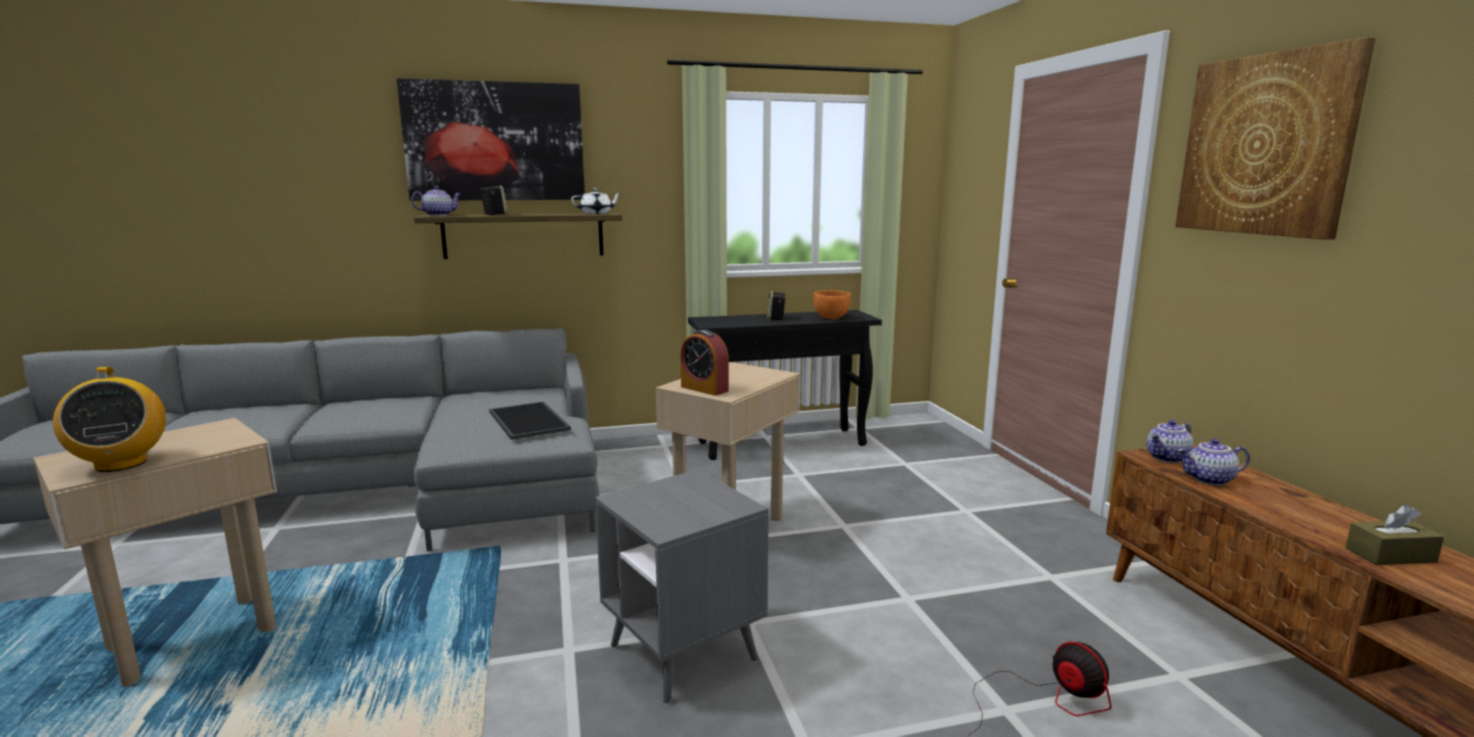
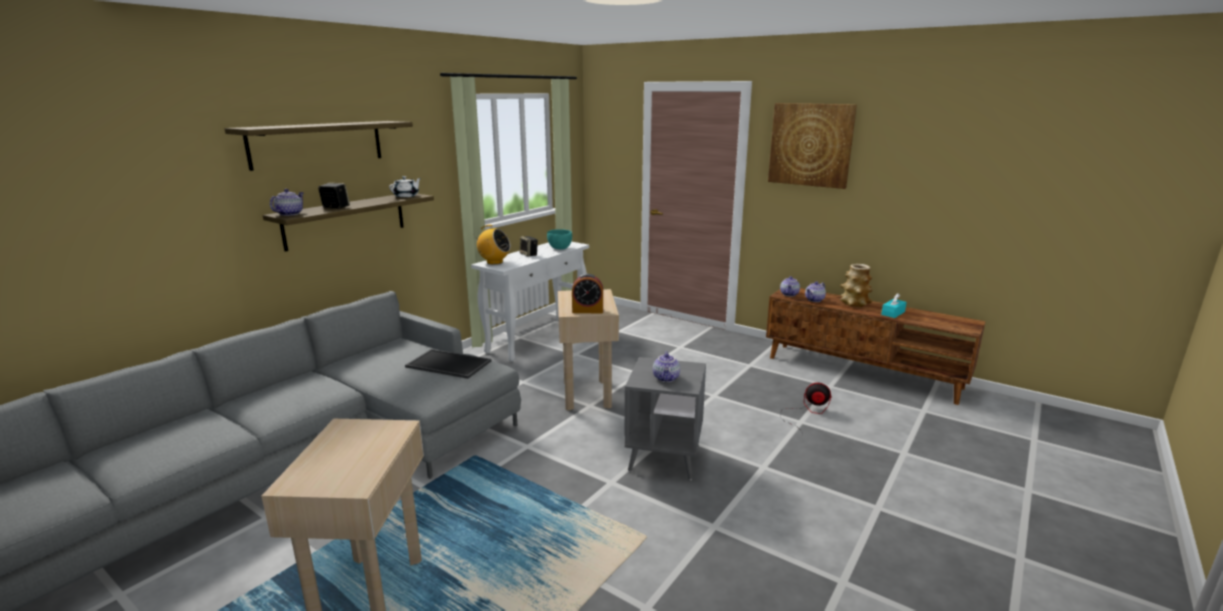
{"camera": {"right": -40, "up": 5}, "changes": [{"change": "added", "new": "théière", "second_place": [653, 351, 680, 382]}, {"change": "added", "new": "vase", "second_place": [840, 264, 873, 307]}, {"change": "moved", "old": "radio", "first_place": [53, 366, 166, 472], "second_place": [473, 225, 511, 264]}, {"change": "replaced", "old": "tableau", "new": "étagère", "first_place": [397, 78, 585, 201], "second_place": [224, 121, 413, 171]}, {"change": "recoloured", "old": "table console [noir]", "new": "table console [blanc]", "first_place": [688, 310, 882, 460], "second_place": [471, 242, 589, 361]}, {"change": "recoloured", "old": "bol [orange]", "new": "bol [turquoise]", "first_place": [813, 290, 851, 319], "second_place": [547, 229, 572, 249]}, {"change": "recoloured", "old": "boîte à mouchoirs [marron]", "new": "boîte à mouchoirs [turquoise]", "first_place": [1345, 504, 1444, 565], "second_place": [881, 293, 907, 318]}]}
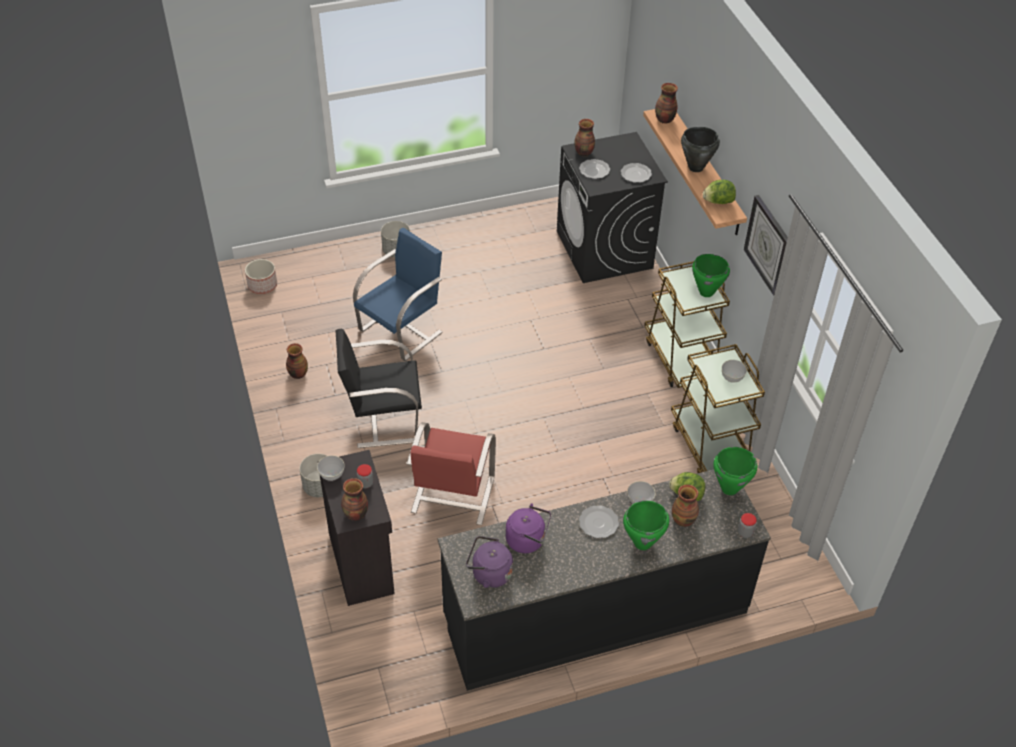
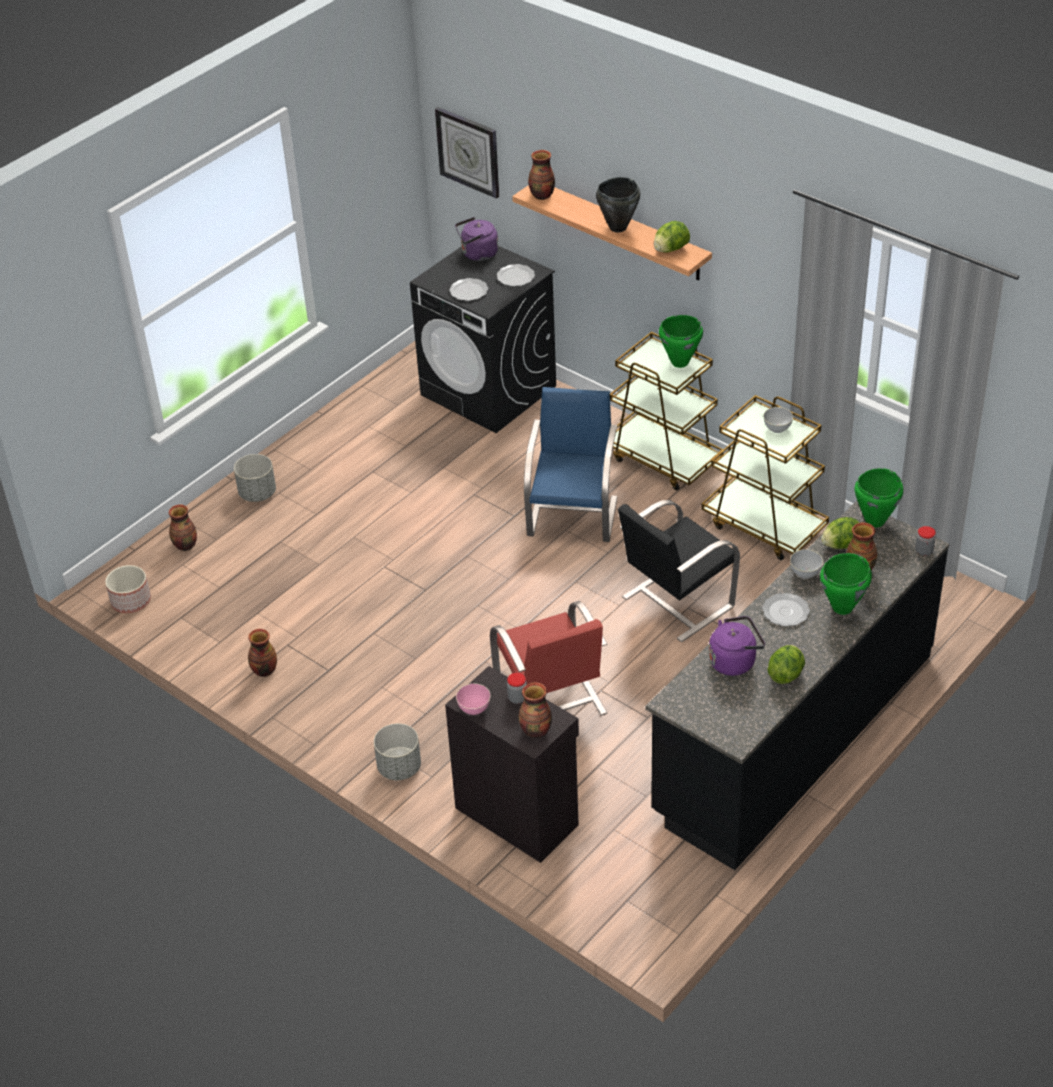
{"camera": {"right": -30, "up": -5}, "changes": [{"change": "added", "new": "laitue", "second_place": [767, 645, 805, 684]}, {"change": "moved", "old": "chaise [noir]", "first_place": [335, 329, 422, 448], "second_place": [618, 500, 740, 642]}, {"change": "moved", "old": "chaise [bleu]", "first_place": [353, 228, 443, 361], "second_place": [524, 387, 618, 542]}, {"change": "moved", "old": "bouilloire [violet]", "first_place": [466, 536, 513, 588], "second_place": [455, 217, 498, 261]}, {"change": "moved", "old": "vase", "first_place": [574, 119, 595, 156], "second_place": [169, 504, 197, 551]}, {"change": "moved", "old": "horloge murale", "first_place": [744, 195, 788, 296], "second_place": [435, 107, 499, 199]}, {"change": "recoloured", "old": "bol [gris]", "new": "bol [rose]", "first_place": [317, 455, 345, 481], "second_place": [456, 684, 491, 715]}]}
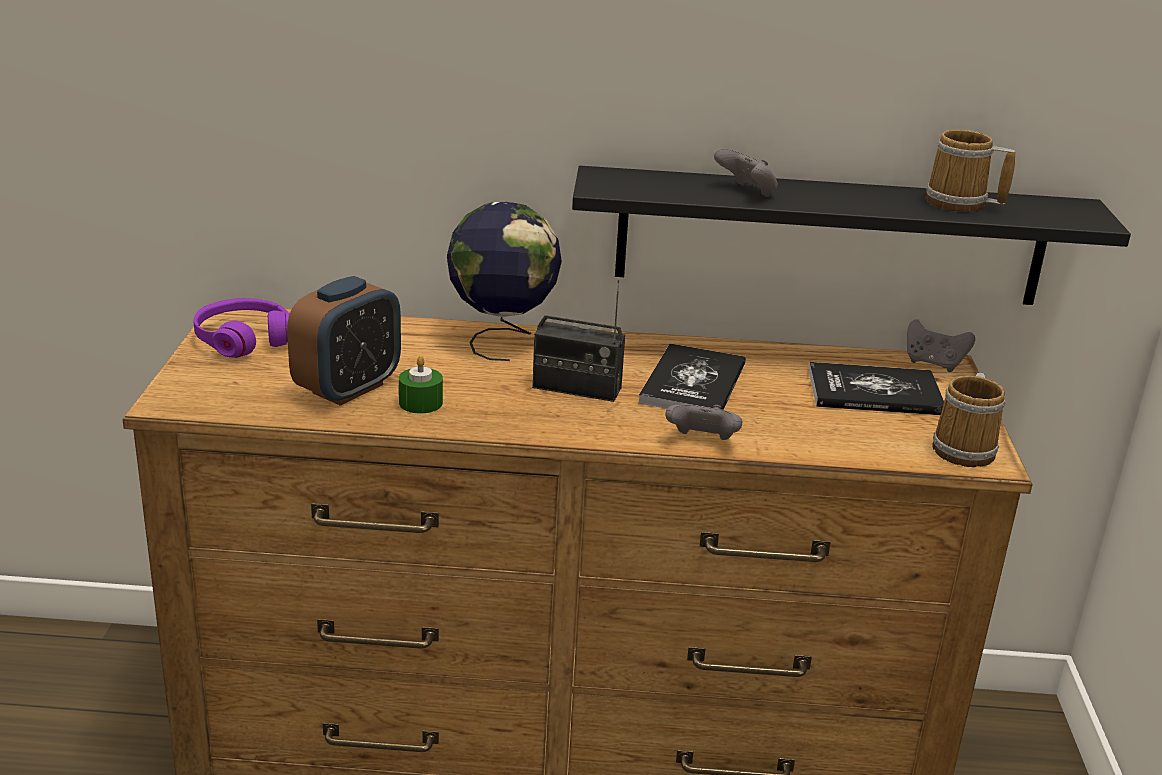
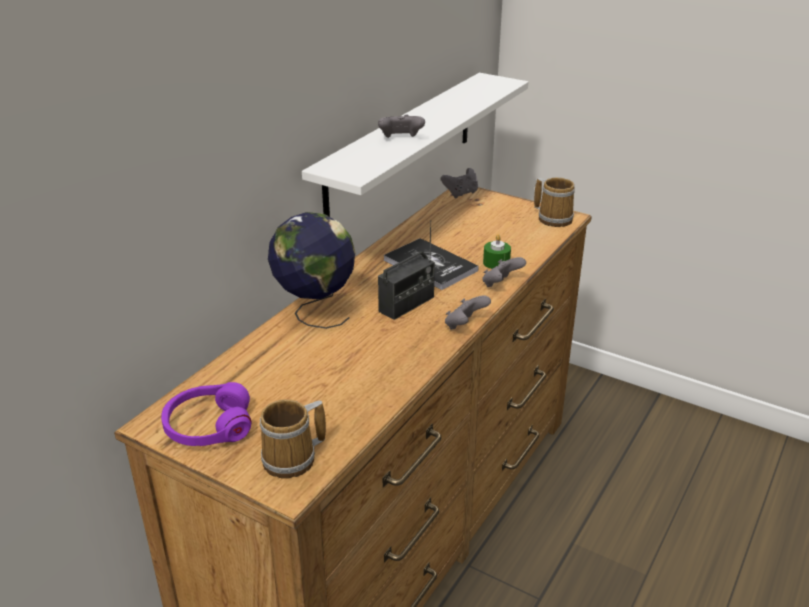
{"camera": {"right": -60, "up": 5}, "changes": [{"change": "removed", "old": "réveil", "first_place": [287, 276, 401, 406]}, {"change": "removed", "old": "livre", "first_place": [808, 362, 944, 415]}, {"change": "added", "new": "manette [gris]", "second_place": [445, 295, 491, 330]}, {"change": "moved", "old": "bougie [vert]", "first_place": [399, 356, 443, 413], "second_place": [483, 234, 511, 269]}, {"change": "moved", "old": "mug", "first_place": [926, 129, 1016, 212], "second_place": [259, 399, 326, 479]}, {"change": "recoloured", "old": "étagère [noir]", "new": "étagère [blanc]", "first_place": [572, 166, 1131, 305], "second_place": [302, 73, 528, 217]}]}
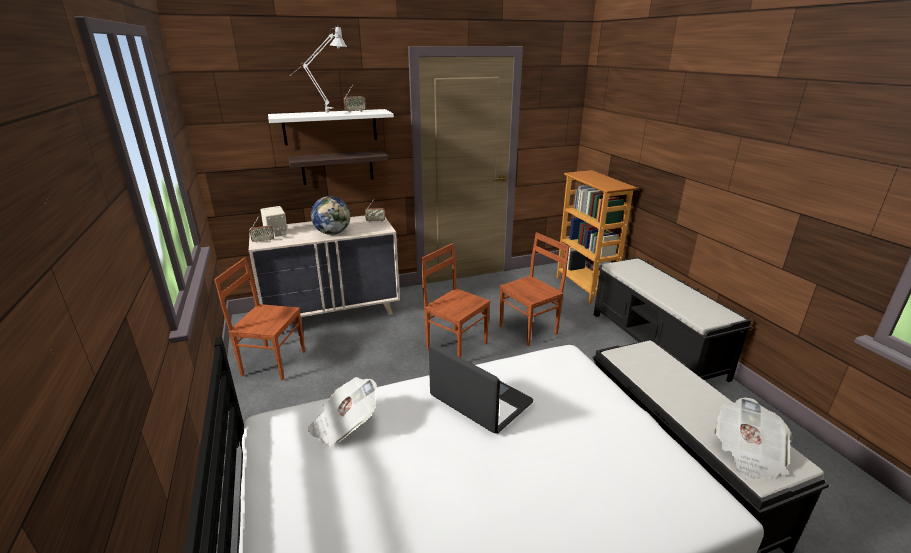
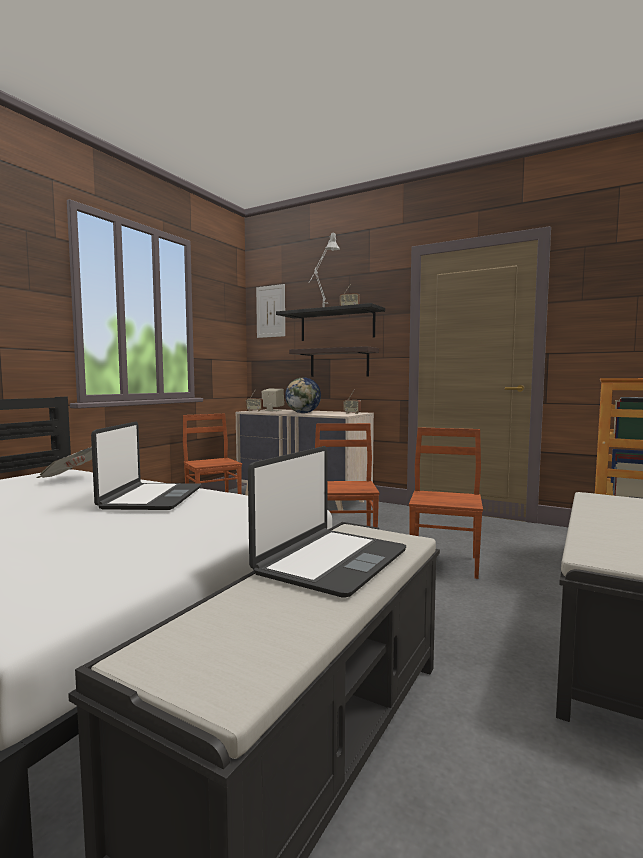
{"camera": {"right": 50, "up": -20}, "changes": [{"change": "removed", "old": "journal", "first_place": [714, 397, 791, 480]}, {"change": "added", "new": "ordinateur portable", "second_place": [248, 446, 406, 598]}, {"change": "added", "new": "tableau", "second_place": [256, 284, 285, 338]}, {"change": "recoloured", "old": "étagère [blanc]", "new": "étagère [noir]", "first_place": [268, 109, 394, 145], "second_place": [276, 303, 385, 341]}, {"change": "turned", "old": "chaise [marron]", "first_place": [499, 232, 569, 346], "second_place": [409, 427, 483, 579], "degrees": -90}]}
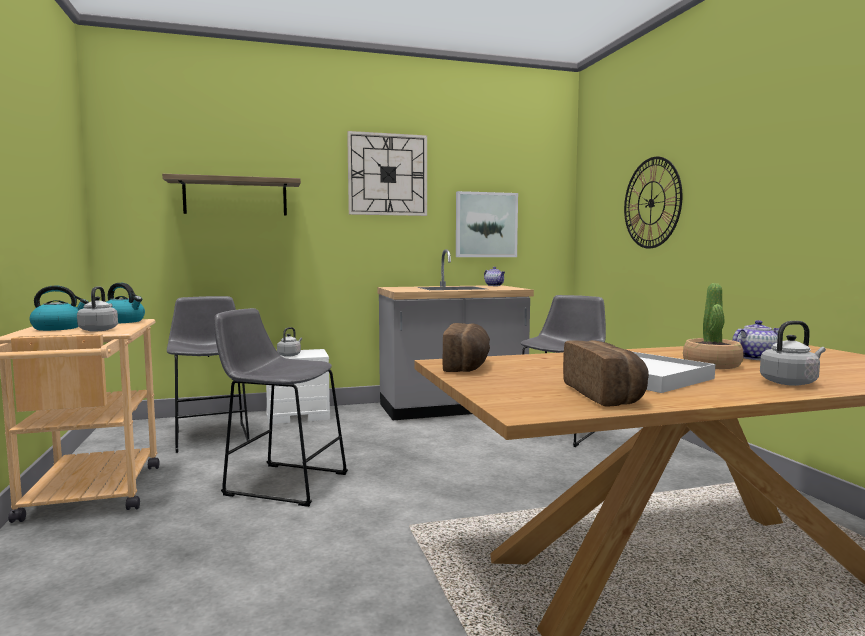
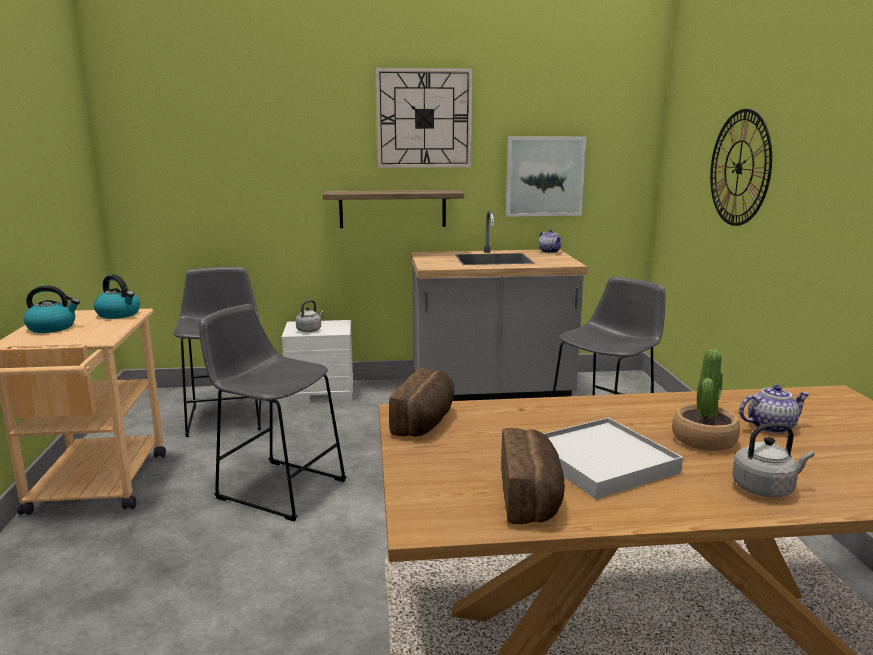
{"camera": {"right": 10, "up": 10}, "changes": [{"change": "removed", "old": "bouilloire [gris]", "first_place": [77, 286, 118, 331]}, {"change": "moved", "old": "étagère", "first_place": [162, 174, 301, 216], "second_place": [323, 190, 464, 228]}]}
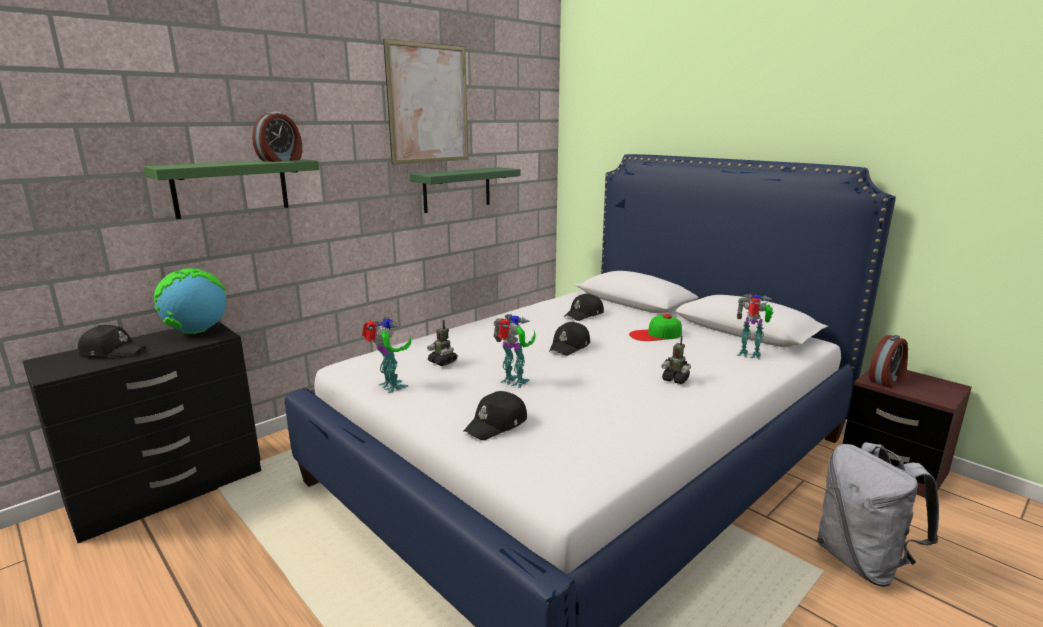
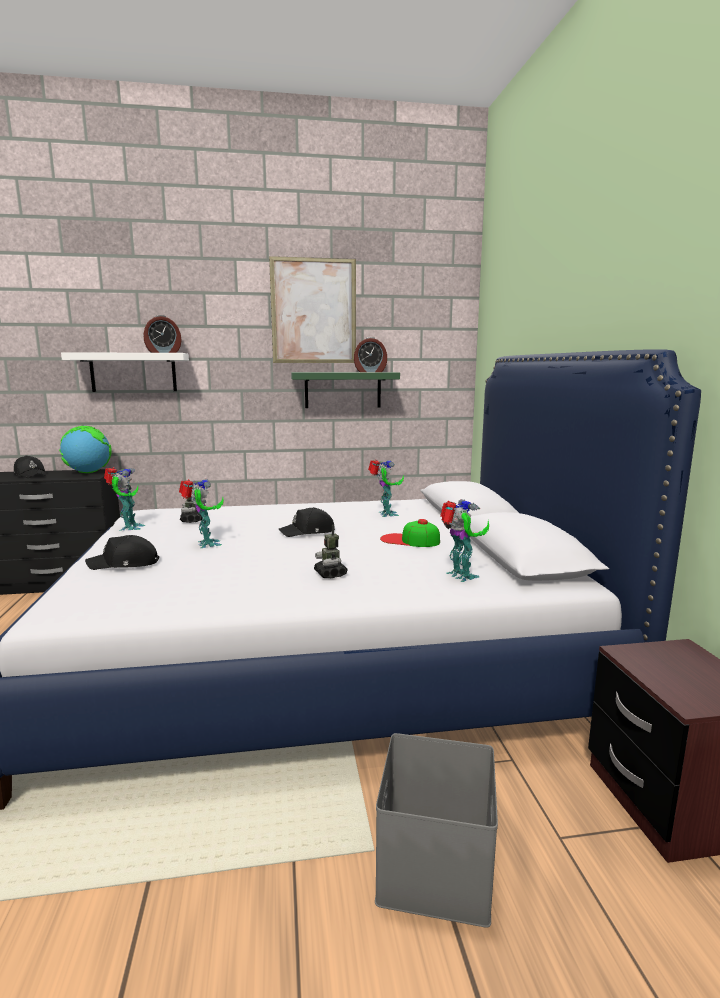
{"camera": {"right": 35, "up": -5}, "changes": [{"change": "moved", "old": "réveil", "first_place": [869, 335, 908, 388], "second_place": [354, 337, 387, 372]}, {"change": "replaced", "old": "casquette [noir]", "new": "robot jouet", "first_place": [564, 293, 604, 321], "second_place": [368, 460, 404, 517]}, {"change": "replaced", "old": "sac à dos [gris]", "new": "boîte de rangement [gris]", "first_place": [817, 442, 939, 587], "second_place": [375, 733, 498, 928]}, {"change": "recoloured", "old": "étagère [vert]", "new": "étagère [blanc]", "first_place": [143, 159, 319, 219], "second_place": [61, 352, 189, 392]}]}
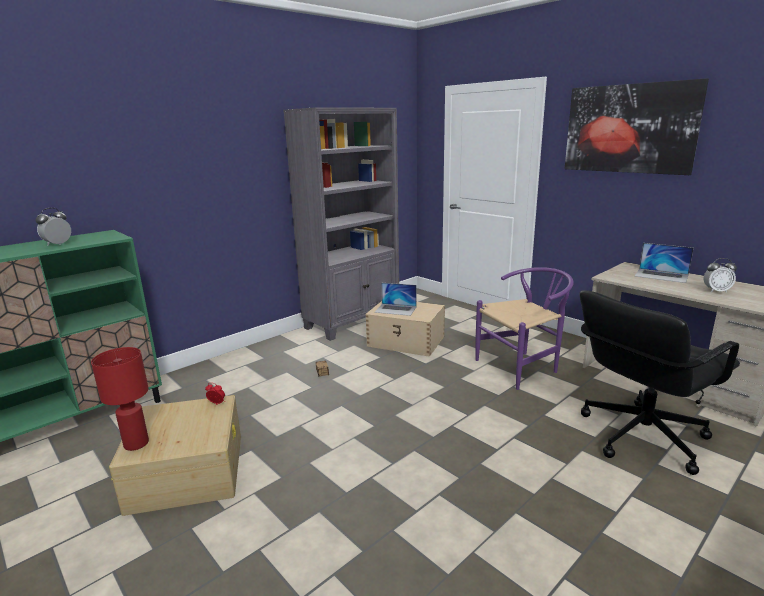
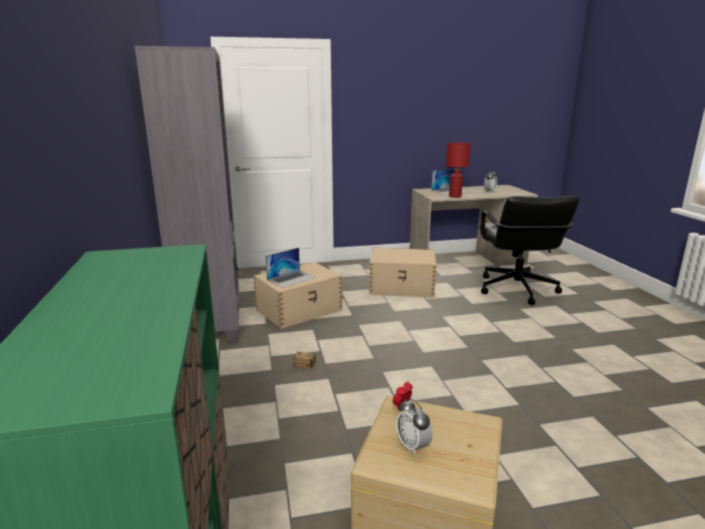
{"camera": {"right": -60, "up": 0}, "changes": [{"change": "removed", "old": "tableau", "first_place": [565, 78, 709, 175]}, {"change": "moved", "old": "réveil", "first_place": [36, 208, 71, 246], "second_place": [396, 398, 433, 455]}, {"change": "moved", "old": "lampe de table [rouge]", "first_place": [91, 347, 149, 451], "second_place": [446, 143, 471, 198]}, {"change": "replaced", "old": "chaise [violet]", "new": "boîte de rangement [beige]", "first_place": [475, 267, 574, 390], "second_place": [369, 248, 436, 298]}]}
